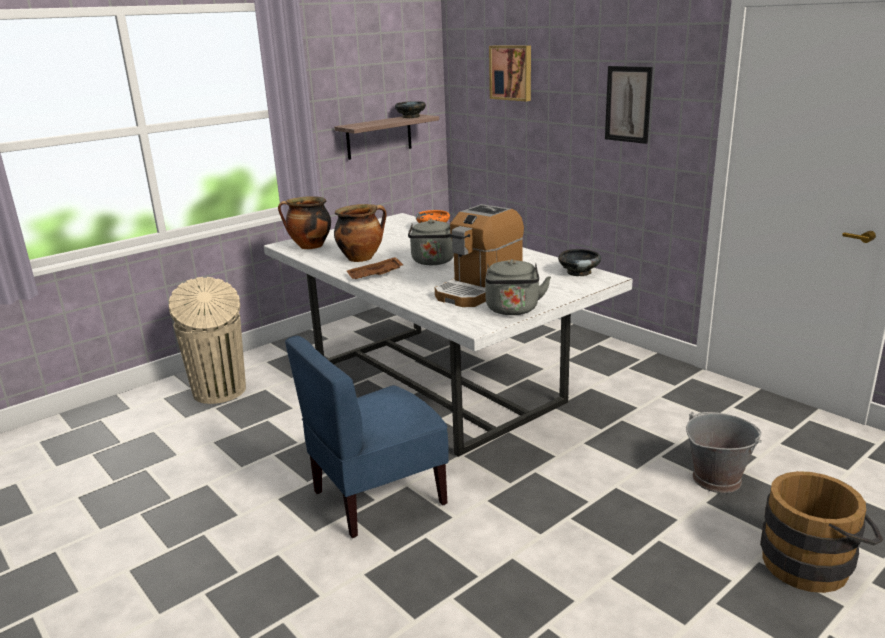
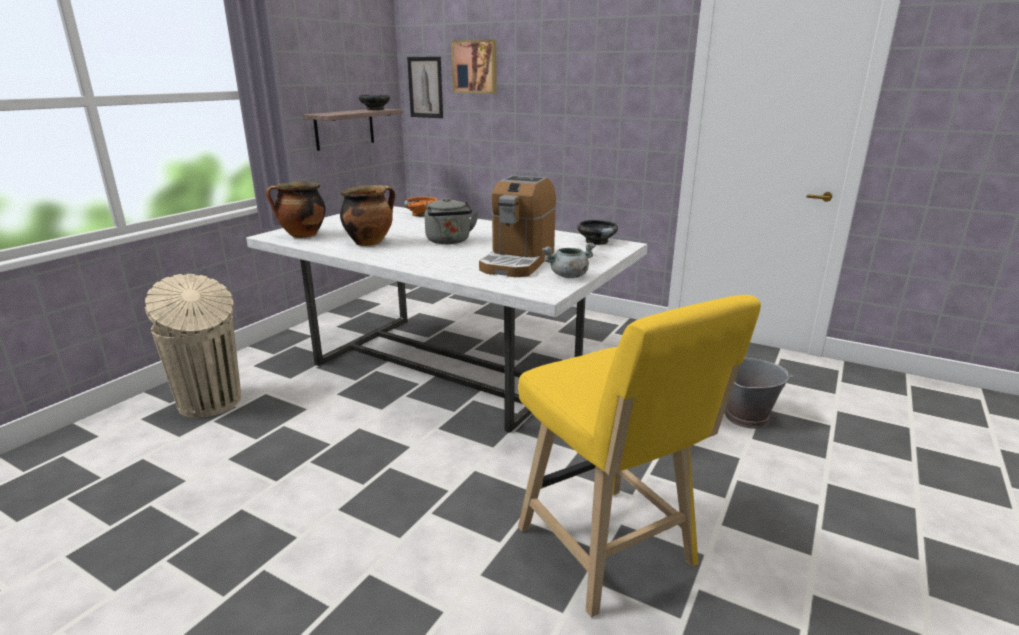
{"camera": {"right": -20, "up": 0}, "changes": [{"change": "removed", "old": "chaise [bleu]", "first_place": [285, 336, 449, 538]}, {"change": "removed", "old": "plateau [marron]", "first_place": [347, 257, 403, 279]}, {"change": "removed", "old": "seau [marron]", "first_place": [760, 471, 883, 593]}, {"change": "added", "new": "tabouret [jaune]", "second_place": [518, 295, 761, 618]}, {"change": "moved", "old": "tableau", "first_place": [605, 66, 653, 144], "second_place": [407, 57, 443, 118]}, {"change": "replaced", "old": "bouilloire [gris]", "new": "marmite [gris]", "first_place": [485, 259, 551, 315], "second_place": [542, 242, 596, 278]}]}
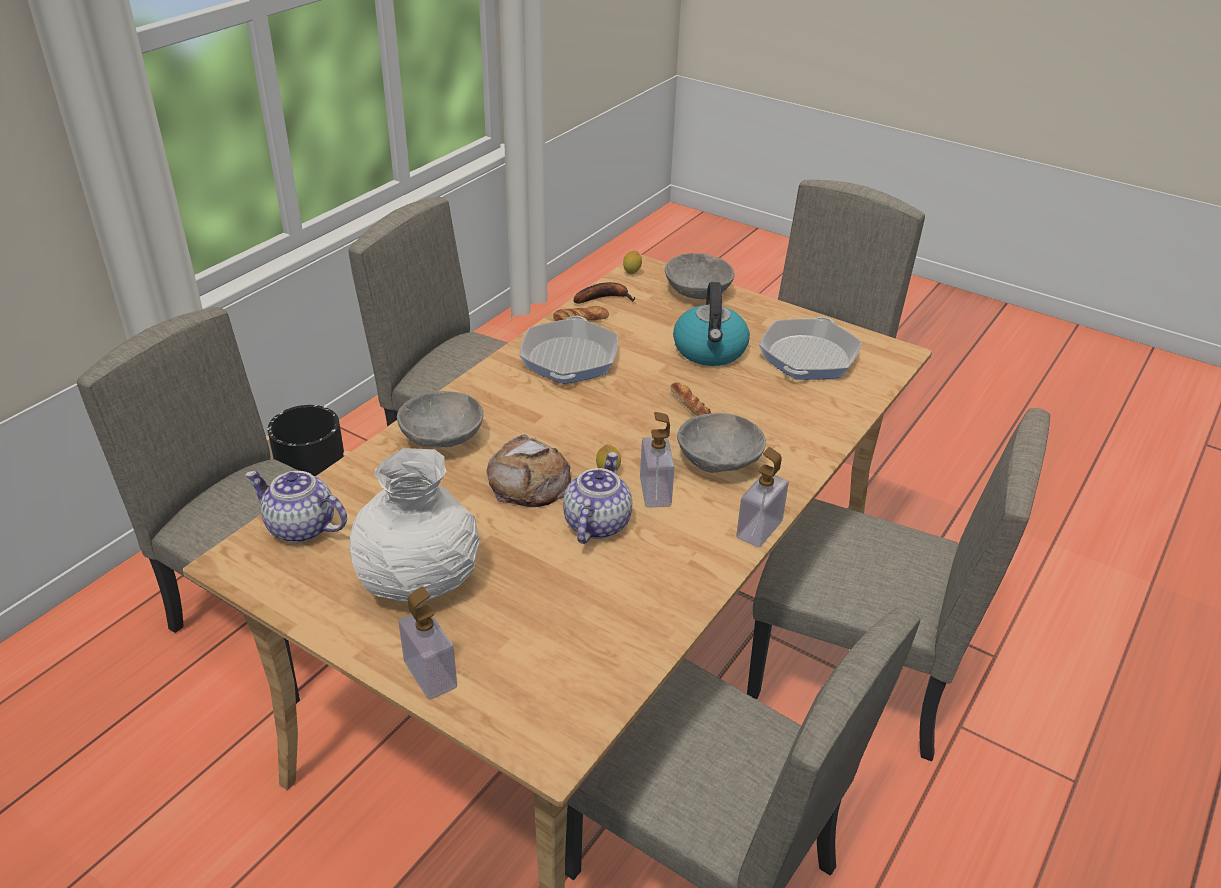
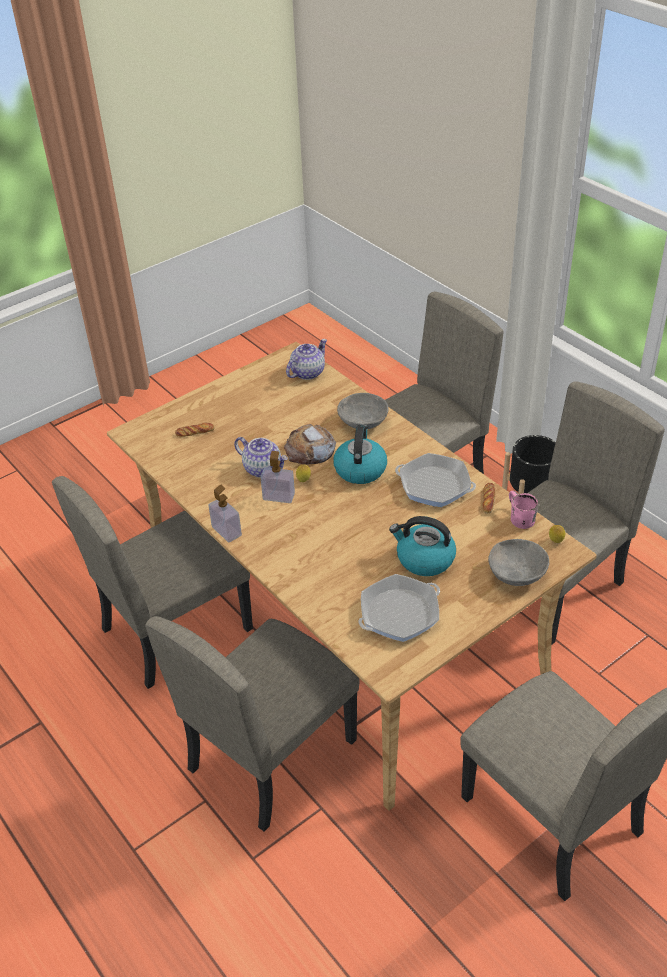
{"camera": {"right": 110, "up": 5}, "changes": [{"change": "removed", "old": "vase [blanc]", "first_place": [350, 448, 480, 603]}, {"change": "removed", "old": "distributeur de savon", "first_place": [399, 587, 457, 700]}, {"change": "removed", "old": "bol [gris]", "first_place": [677, 413, 766, 473]}, {"change": "added", "new": "bouilloire", "second_place": [333, 425, 387, 484]}, {"change": "moved", "old": "pain", "first_place": [670, 382, 711, 416], "second_place": [175, 423, 214, 437]}, {"change": "replaced", "old": "banane", "new": "mug [rose]", "first_place": [573, 282, 635, 304], "second_place": [509, 491, 538, 529]}, {"change": "turned", "old": "poêle", "first_place": [759, 317, 862, 380], "second_place": [358, 574, 440, 642], "degrees": -75}]}
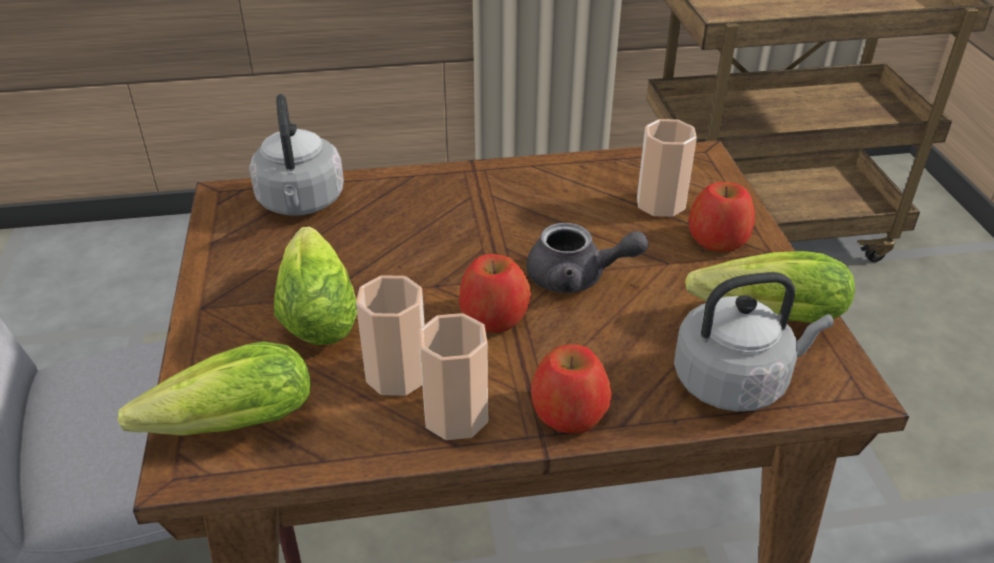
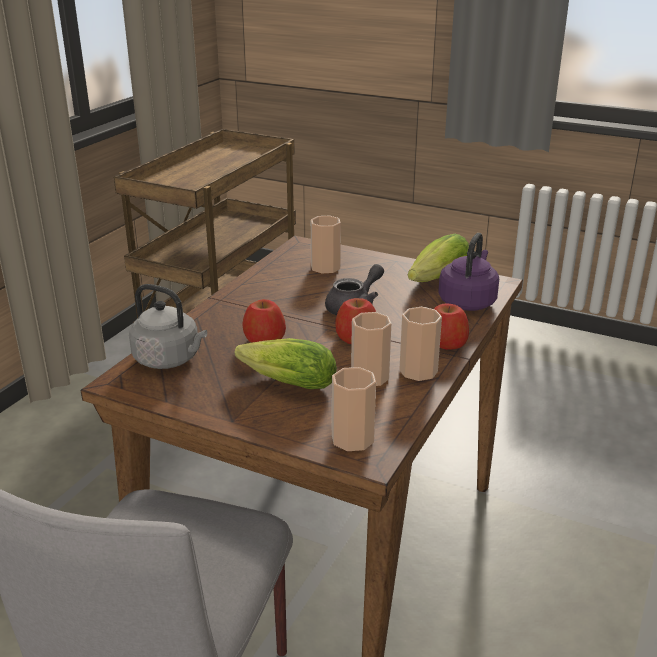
{"camera": {"right": -55, "up": -10}, "changes": [{"change": "moved", "old": "pomme", "first_place": [689, 182, 755, 252], "second_place": [242, 299, 286, 343]}, {"change": "replaced", "old": "laitue", "new": "tasse", "first_place": [118, 341, 311, 436], "second_place": [332, 367, 376, 451]}, {"change": "recoloured", "old": "bouilloire [gris]", "new": "bouilloire [violet]", "first_place": [674, 272, 834, 412], "second_place": [438, 233, 499, 311]}]}
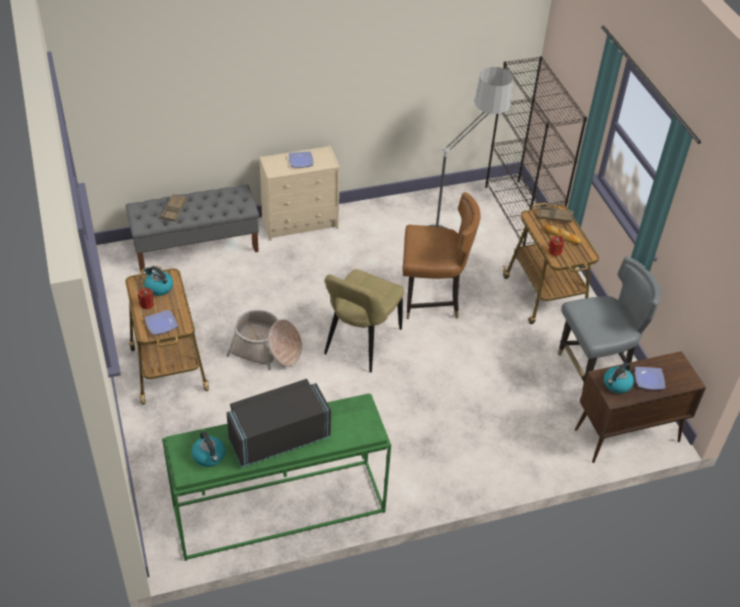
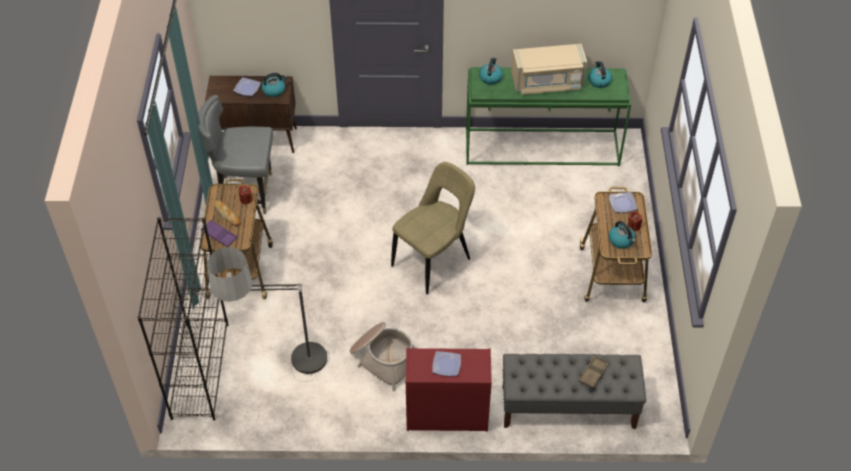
{"camera": {"right": -160, "up": 5}, "changes": [{"change": "removed", "old": "chaise [marron]", "first_place": [403, 192, 481, 319]}, {"change": "added", "new": "bouilloire", "second_place": [479, 58, 503, 85]}, {"change": "moved", "old": "panier", "first_place": [226, 310, 302, 370], "second_place": [350, 322, 415, 391]}, {"change": "recoloured", "old": "micro-ondes [noir]", "new": "micro-ondes [beige]", "first_place": [227, 379, 331, 467], "second_place": [511, 44, 587, 95]}, {"change": "recoloured", "old": "commode [beige]", "new": "commode [rouge]", "first_place": [259, 146, 340, 241], "second_place": [406, 348, 492, 432]}, {"change": "recoloured", "old": "plateau [marron]", "new": "plateau [violet]", "first_place": [537, 207, 574, 222], "second_place": [201, 220, 238, 247]}]}
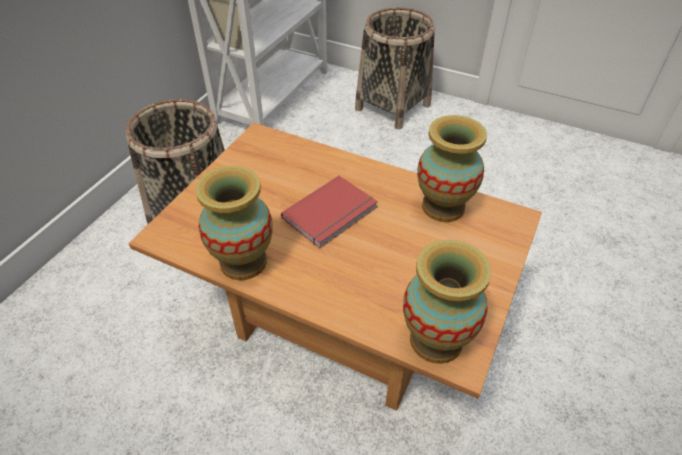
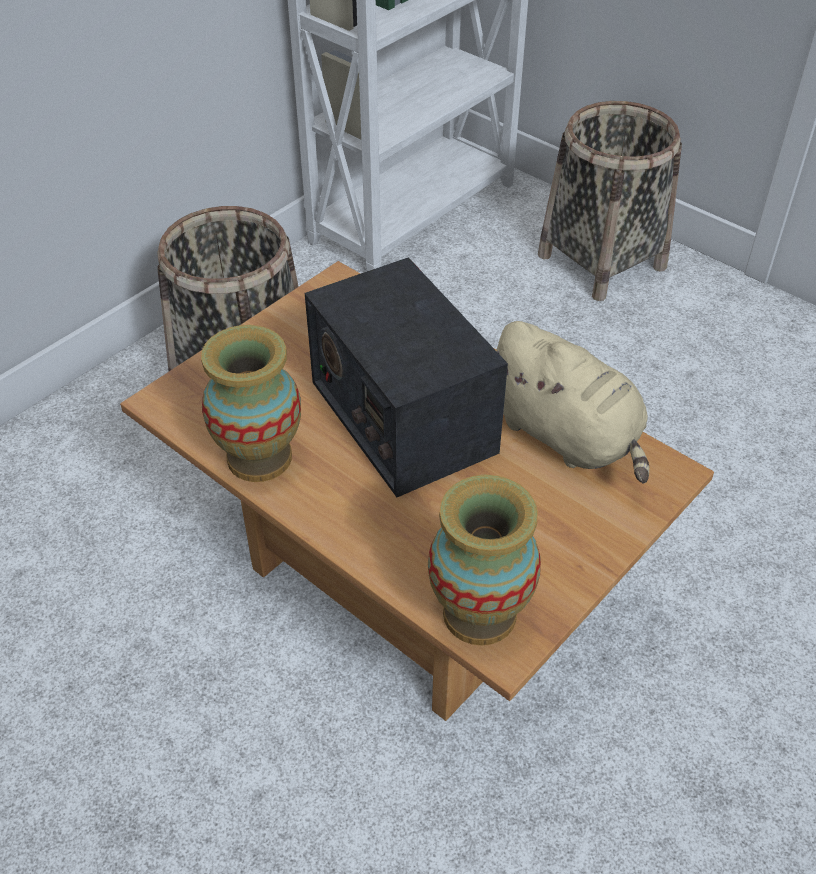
{"camera": {"right": 15, "up": 0}, "changes": [{"change": "replaced", "old": "livre [rouge]", "new": "radio", "first_place": [281, 176, 378, 248], "second_place": [305, 257, 508, 497]}, {"change": "replaced", "old": "vase", "new": "peluche [beige]", "first_place": [417, 115, 487, 222], "second_place": [496, 321, 649, 484]}]}
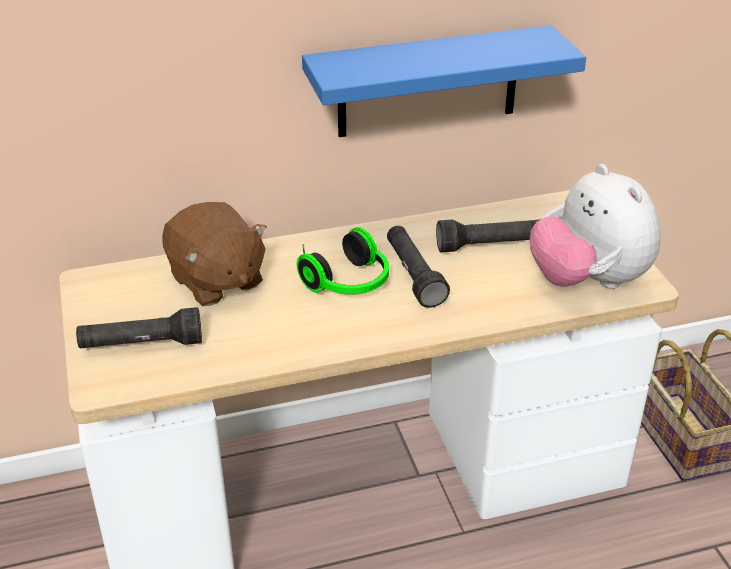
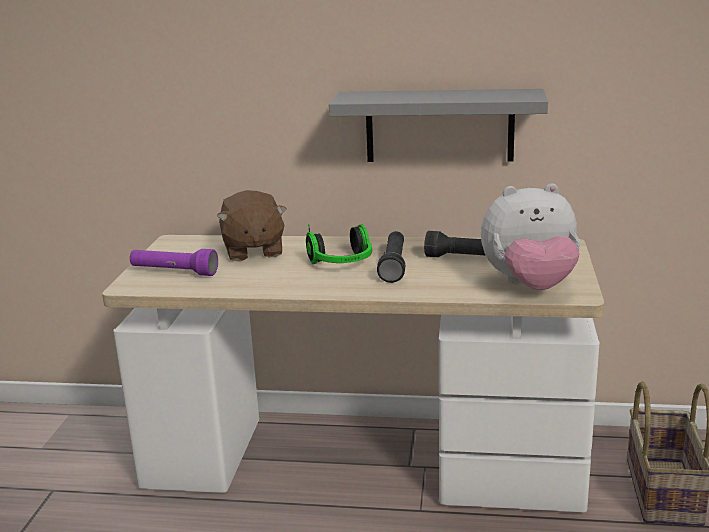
{"camera": {"right": 25, "up": -15}, "changes": [{"change": "recoloured", "old": "lampe de poche [noir]", "new": "lampe de poche [violet]", "first_place": [76, 307, 202, 348], "second_place": [130, 249, 218, 276]}, {"change": "recoloured", "old": "étagère [bleu]", "new": "étagère [gris]", "first_place": [302, 25, 586, 137], "second_place": [329, 89, 548, 162]}, {"change": "turned", "old": "peluche", "first_place": [530, 164, 661, 289], "second_place": [481, 183, 580, 290], "degrees": -90}]}
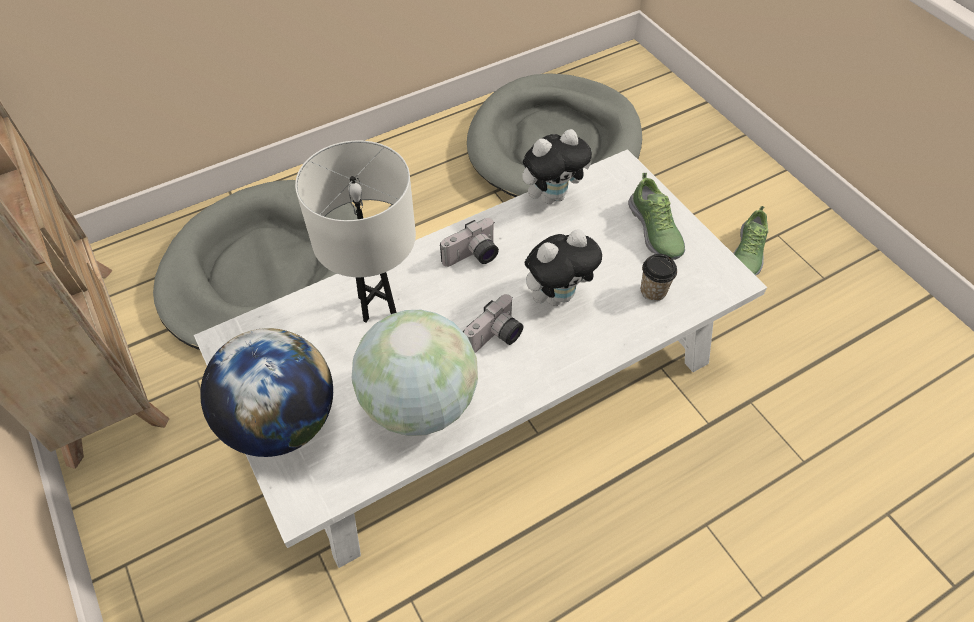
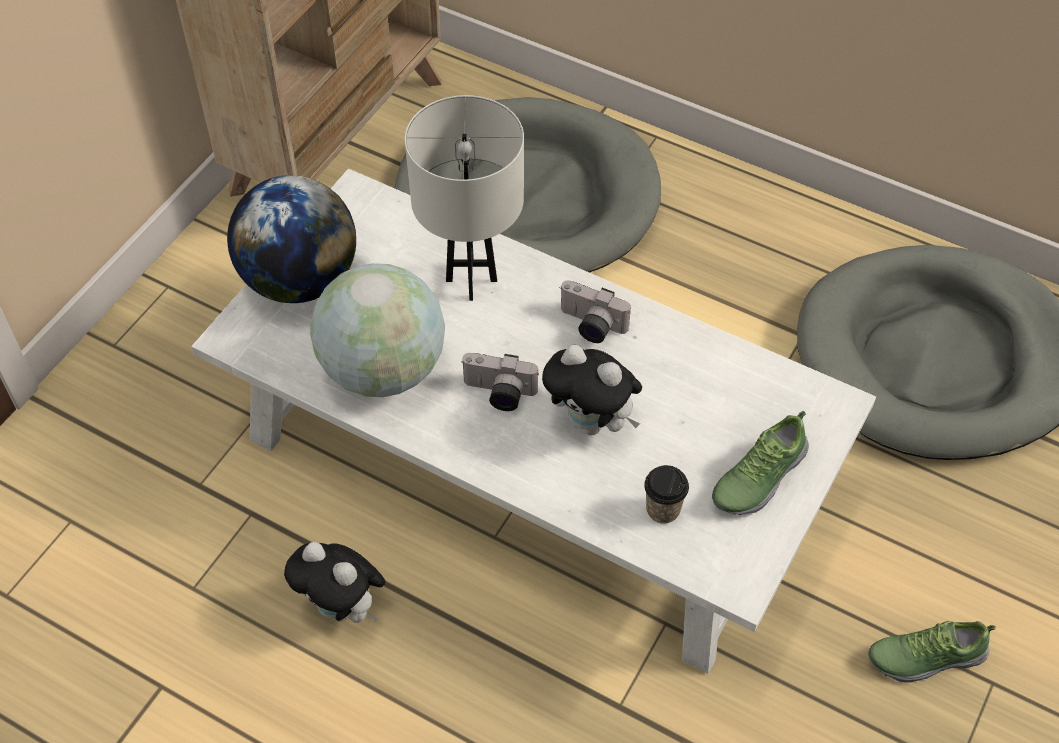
{"camera": {"right": 60, "up": 0}, "changes": [{"change": "moved", "old": "peluche", "first_place": [522, 129, 592, 204], "second_place": [284, 542, 386, 623]}]}
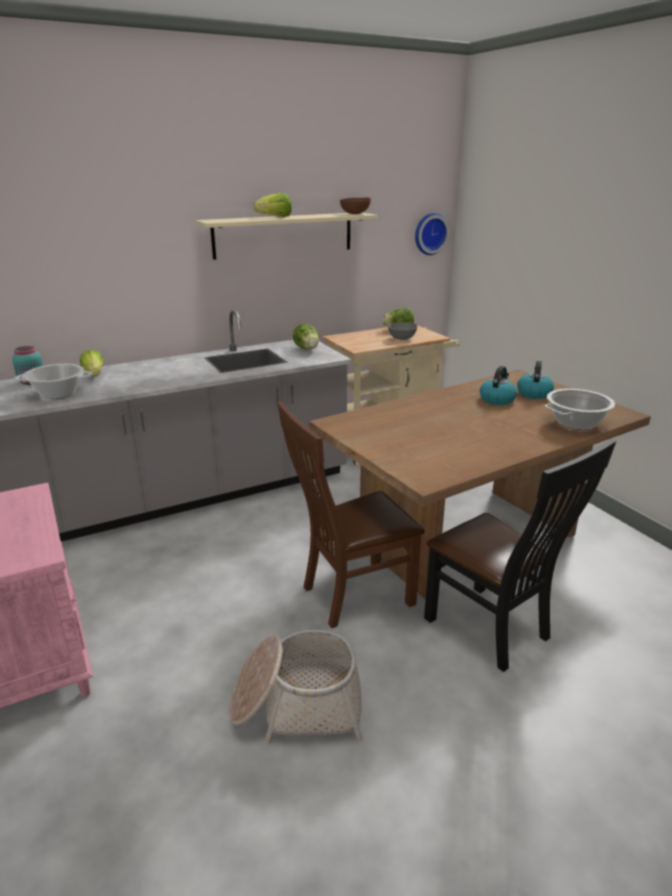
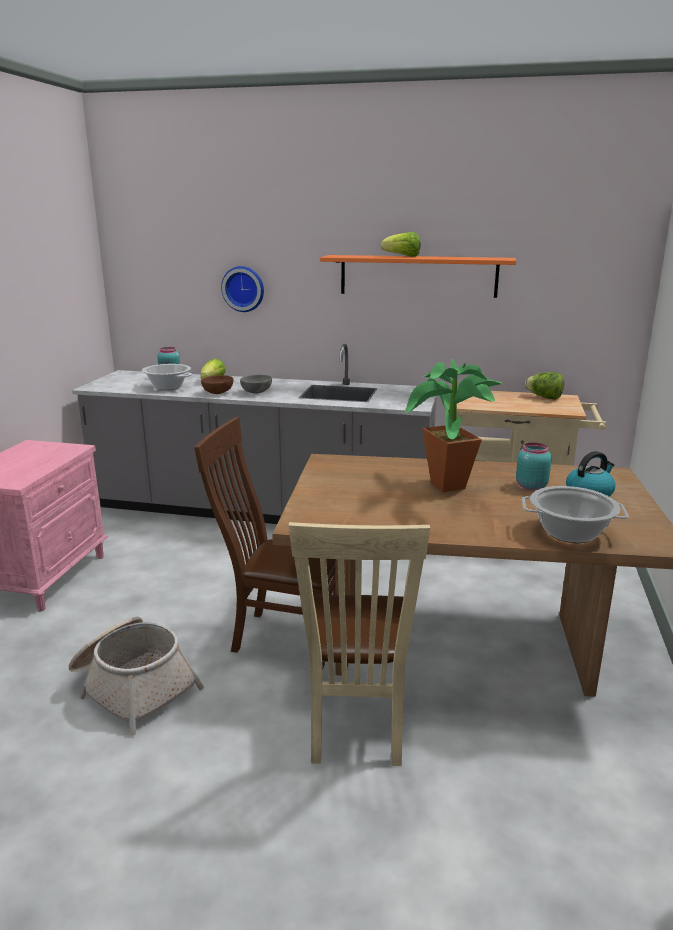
{"camera": {"right": 40, "up": -5}, "changes": [{"change": "removed", "old": "laitue", "first_place": [293, 323, 319, 349]}, {"change": "added", "new": "plante en pot", "second_place": [405, 359, 503, 492]}, {"change": "moved", "old": "bol [marron]", "first_place": [340, 198, 371, 214], "second_place": [201, 375, 233, 394]}, {"change": "moved", "old": "bol [gris]", "first_place": [388, 322, 417, 340], "second_place": [240, 375, 272, 394]}, {"change": "moved", "old": "horloge murale", "first_place": [415, 213, 449, 255], "second_place": [221, 266, 264, 312]}, {"change": "replaced", "old": "bouilloire", "new": "bocal [turquoise]", "first_place": [480, 366, 517, 405], "second_place": [516, 442, 551, 491]}, {"change": "recoloured", "old": "étagère [beige]", "new": "étagère [orange]", "first_place": [196, 213, 378, 260], "second_place": [320, 255, 516, 298]}, {"change": "recoloured", "old": "chaise [noir]", "new": "chaise [beige]", "first_place": [424, 439, 616, 672], "second_place": [288, 522, 430, 766]}]}
